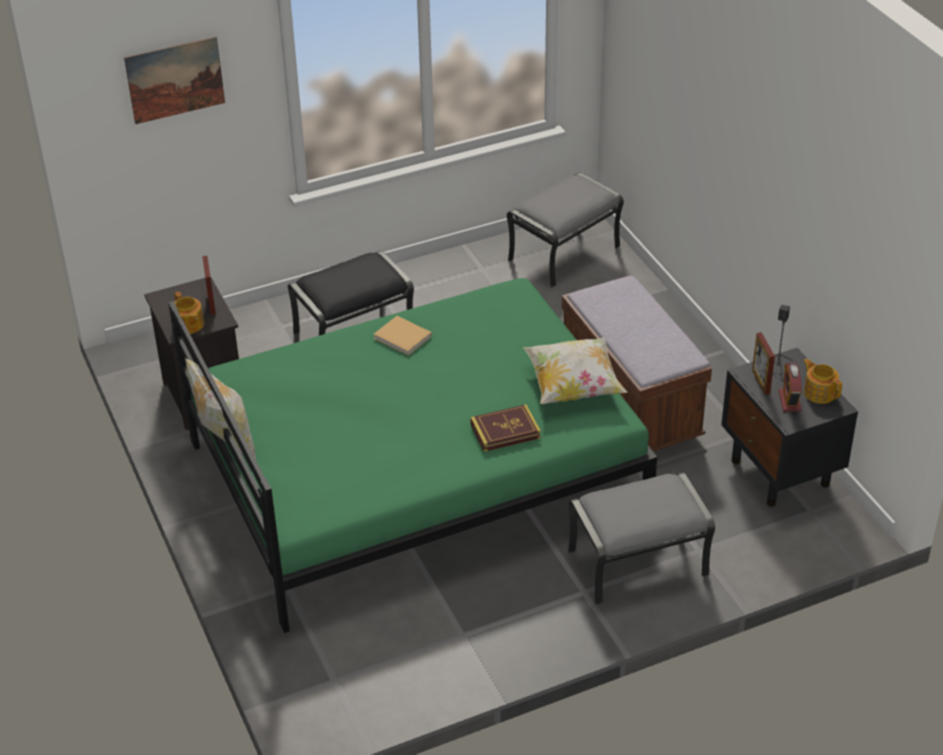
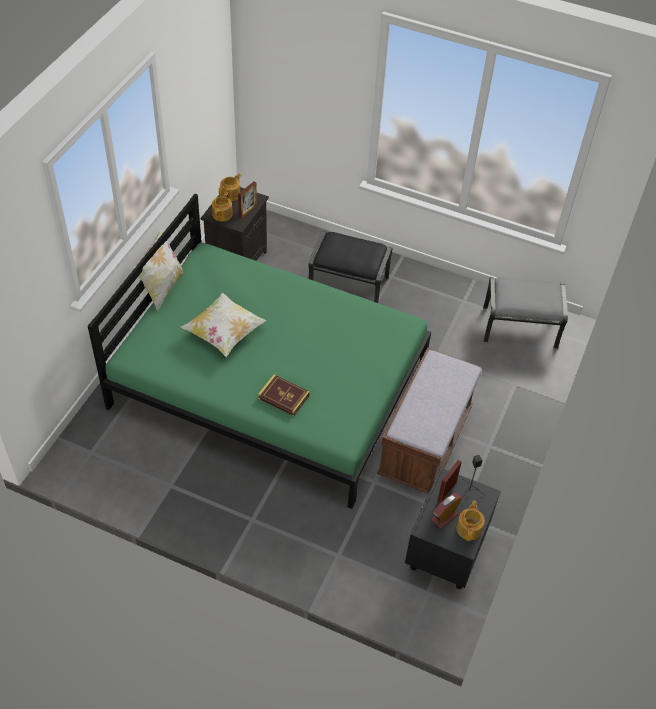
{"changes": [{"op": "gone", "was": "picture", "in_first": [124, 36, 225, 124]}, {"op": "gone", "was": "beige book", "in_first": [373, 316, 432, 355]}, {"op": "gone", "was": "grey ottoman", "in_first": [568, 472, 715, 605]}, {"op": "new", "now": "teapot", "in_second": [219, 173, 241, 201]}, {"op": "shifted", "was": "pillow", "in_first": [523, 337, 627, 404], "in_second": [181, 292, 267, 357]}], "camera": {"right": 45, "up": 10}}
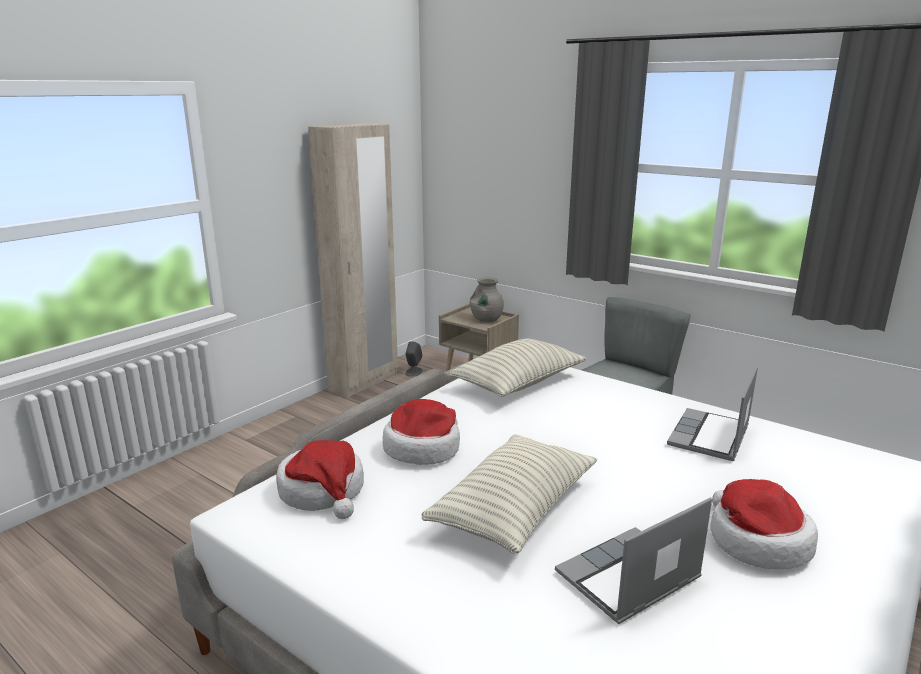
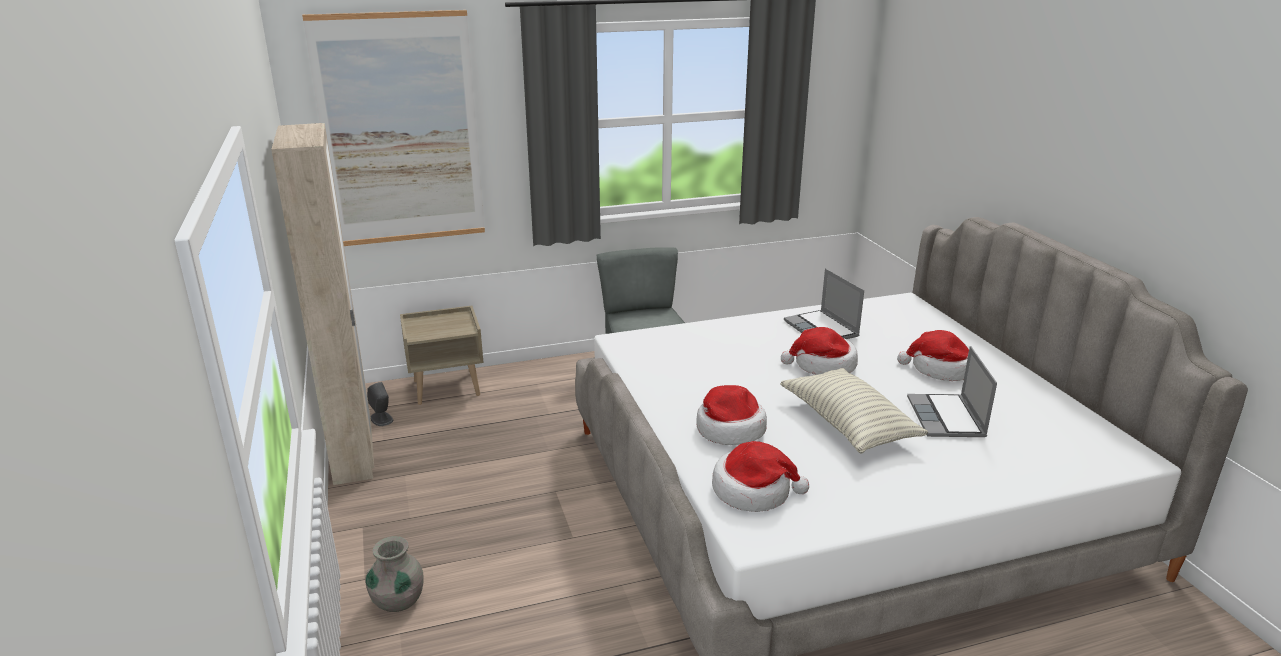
{"changes": [{"op": "gone", "was": "pillow", "in_first": [449, 339, 587, 397]}, {"op": "new", "now": "picture", "in_second": [302, 10, 485, 246]}, {"op": "new", "now": "hat", "in_second": [781, 327, 858, 375]}, {"op": "shifted", "was": "grey vase", "in_first": [470, 277, 504, 322], "in_second": [365, 536, 424, 612]}], "camera": {"right": -55, "up": 5}}
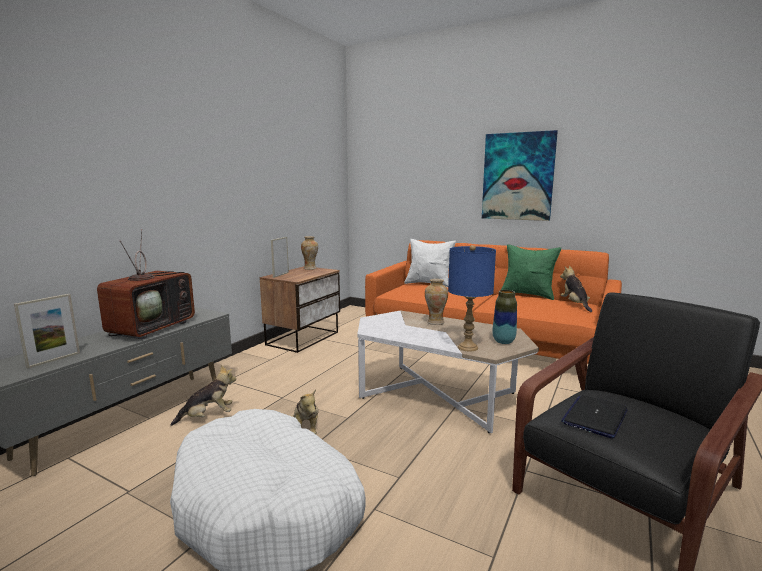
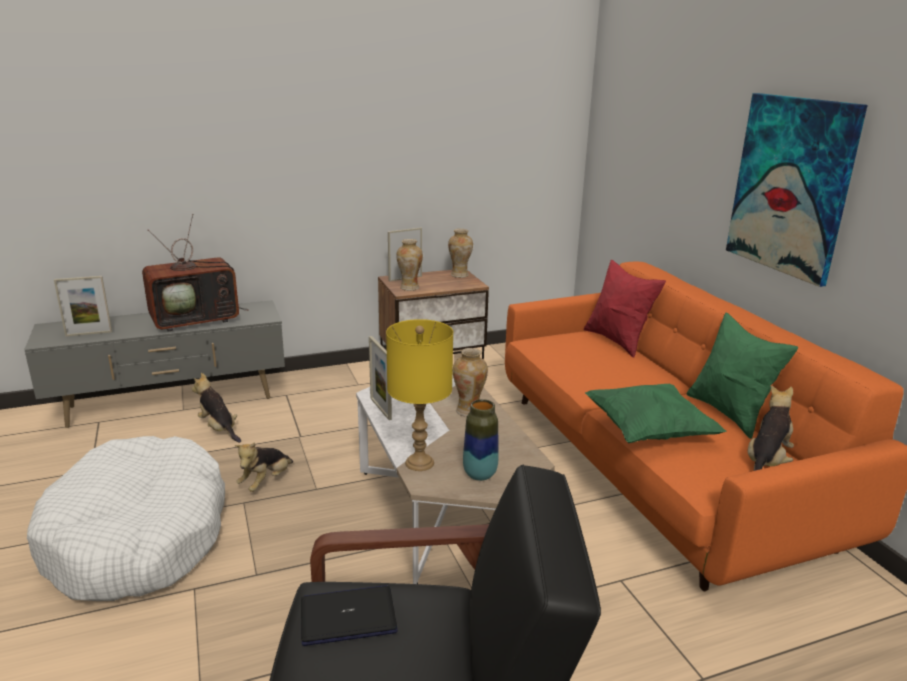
{"changes": [{"op": "new", "now": "picture frame", "in_second": [369, 336, 392, 420]}, {"op": "new", "now": "vase", "in_second": [396, 239, 423, 291]}, {"op": "new", "now": "green pillow", "in_second": [585, 384, 727, 443]}, {"op": "repainted", "was": "white pillow", "now": "red pillow", "in_first": [405, 239, 456, 287], "in_second": [584, 260, 666, 358]}, {"op": "repainted", "was": "blue table lamp", "now": "yellow table lamp", "in_first": [448, 245, 496, 351], "in_second": [386, 319, 453, 471]}, {"op": "rotated", "was": "plush toy", "in_first": [170, 365, 236, 426], "in_second": [192, 373, 241, 443], "clockwise": -150}], "camera": {"right": 40, "up": 10}}
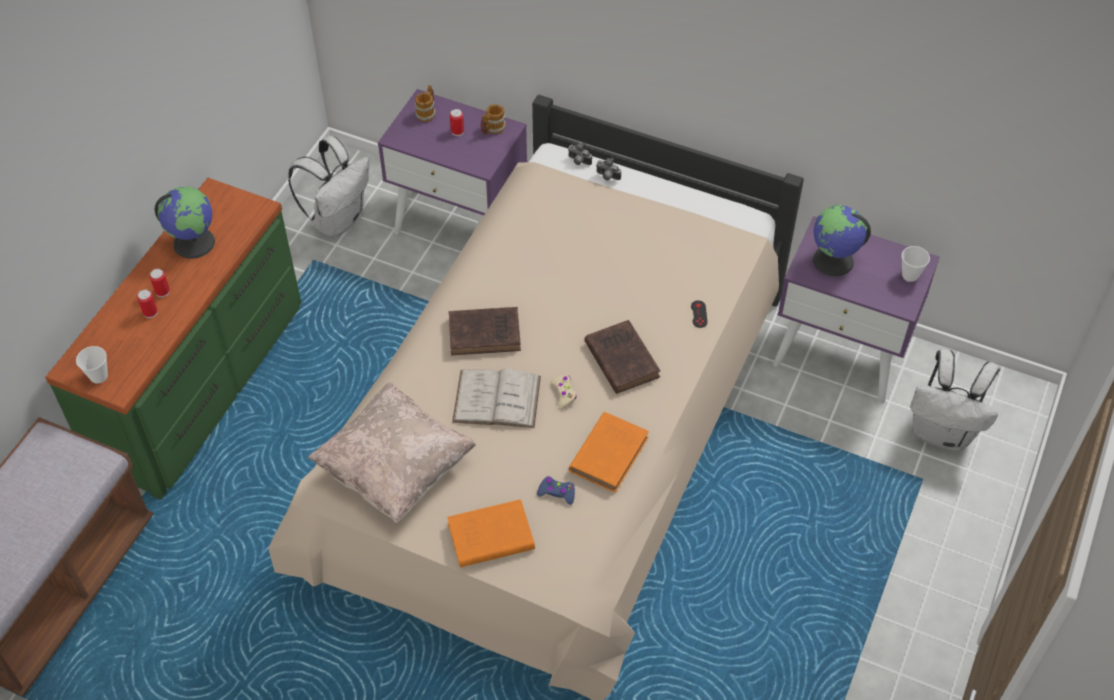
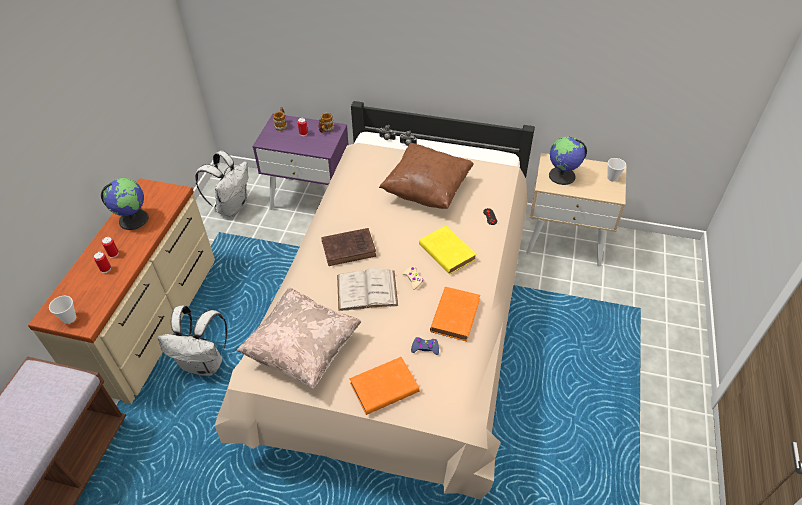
{"changes": [{"op": "new", "now": "brown pillow", "in_second": [379, 143, 474, 209]}, {"op": "shifted", "was": "white backpack", "in_first": [910, 349, 1000, 451], "in_second": [158, 306, 227, 376]}, {"op": "repainted", "was": "green dresser", "now": "beige dresser", "in_first": [45, 178, 301, 500], "in_second": [28, 178, 215, 404]}, {"op": "repainted", "was": "brown book", "now": "yellow book", "in_first": [585, 320, 660, 394], "in_second": [419, 226, 477, 274]}, {"op": "repainted", "was": "purple nightstand", "now": "beige nightstand", "in_first": [773, 216, 940, 404], "in_second": [526, 153, 626, 267]}], "camera": {"right": -10, "up": -5}}
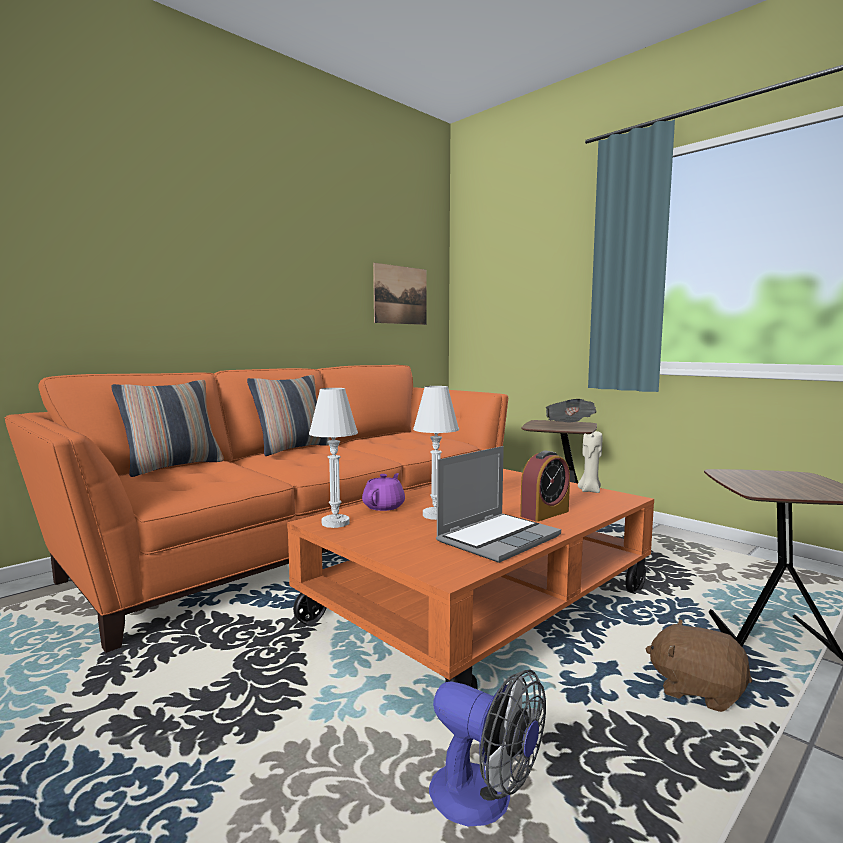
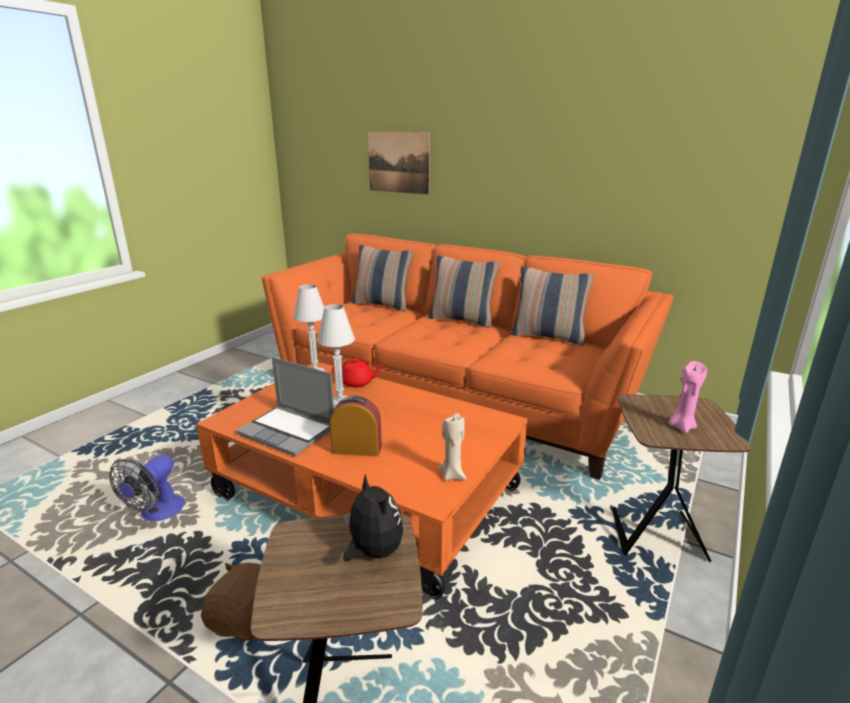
{"changes": [{"op": "new", "now": "plush toy", "in_second": [343, 473, 403, 562]}, {"op": "new", "now": "pillow", "in_second": [511, 267, 595, 346]}, {"op": "shifted", "was": "picture", "in_first": [373, 263, 426, 325], "in_second": [368, 131, 430, 195]}, {"op": "swapped", "was": "newspaper", "now": "pink candle", "in_first": [546, 399, 597, 422], "in_second": [669, 361, 707, 433]}, {"op": "repainted", "was": "purple teapot", "now": "red teapot", "in_first": [362, 473, 405, 511], "in_second": [332, 358, 384, 387]}, {"op": "rotated", "was": "alarm clock", "in_first": [520, 451, 570, 522], "in_second": [330, 396, 382, 456], "clockwise": 150}], "camera": {"right": 75, "up": 15}}
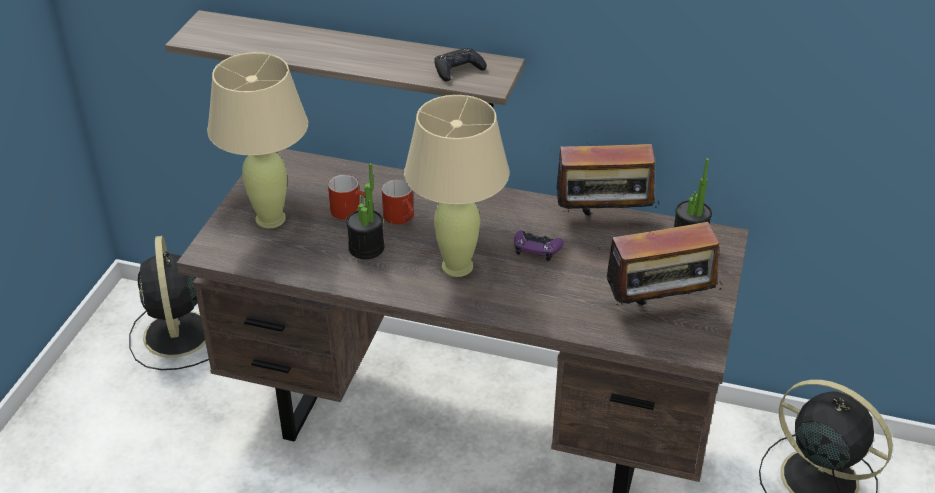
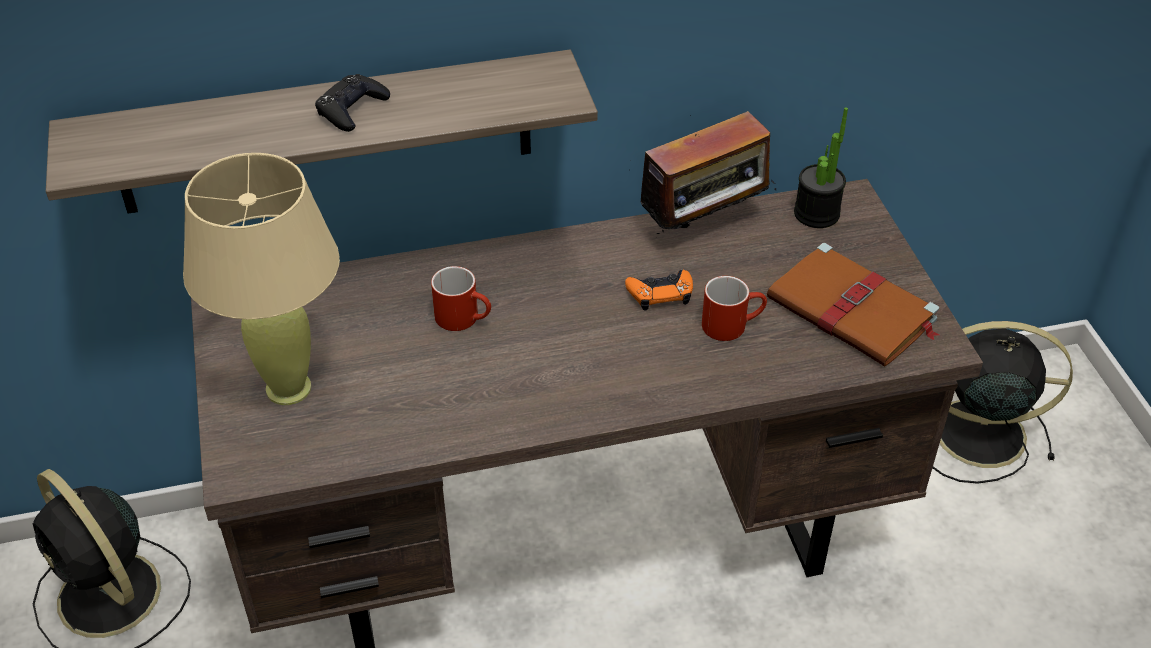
{"changes": [{"op": "gone", "was": "potted plant", "in_first": [346, 163, 385, 259]}, {"op": "gone", "was": "beige table lamp", "in_first": [404, 95, 510, 277]}, {"op": "shifted", "was": "red mug", "in_first": [328, 175, 366, 220], "in_second": [702, 276, 767, 341]}, {"op": "shifted", "was": "black game controller", "in_first": [434, 48, 487, 81], "in_second": [315, 74, 390, 132]}, {"op": "swapped", "was": "radio", "now": "brown book", "in_first": [599, 222, 722, 313], "in_second": [767, 243, 939, 367]}, {"op": "repainted", "was": "purple game controller", "now": "orange game controller", "in_first": [514, 230, 564, 261], "in_second": [625, 269, 693, 310]}], "camera": {"right": -30, "up": 5}}
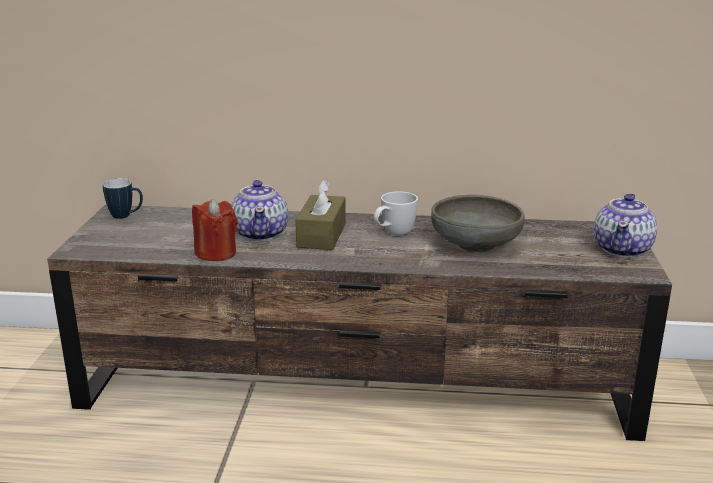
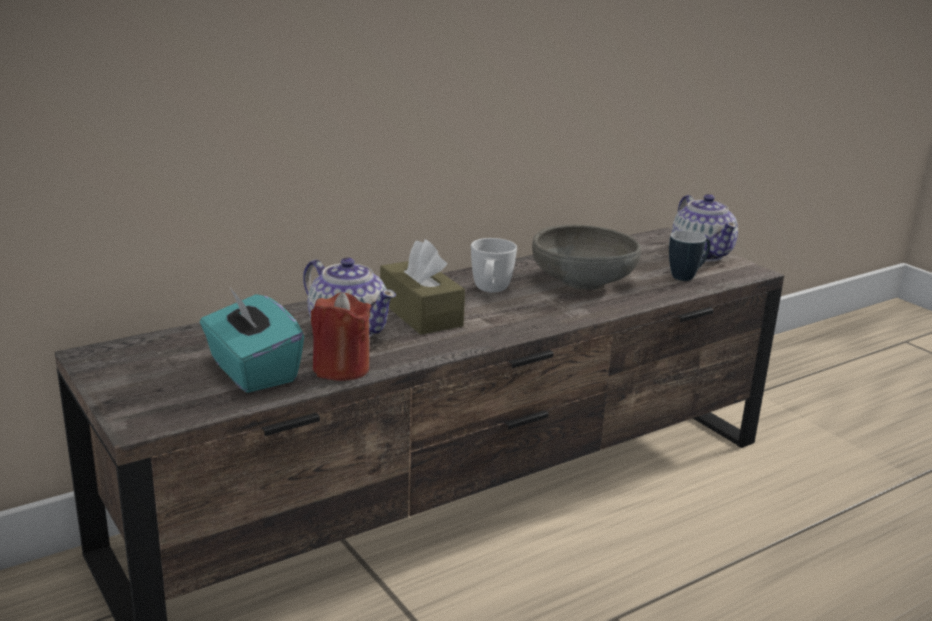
{"changes": [{"op": "new", "now": "turquoise tissue box", "in_second": [200, 288, 304, 393]}, {"op": "shifted", "was": "mug", "in_first": [102, 178, 143, 219], "in_second": [669, 231, 710, 281]}], "camera": {"right": -40, "up": 0}}
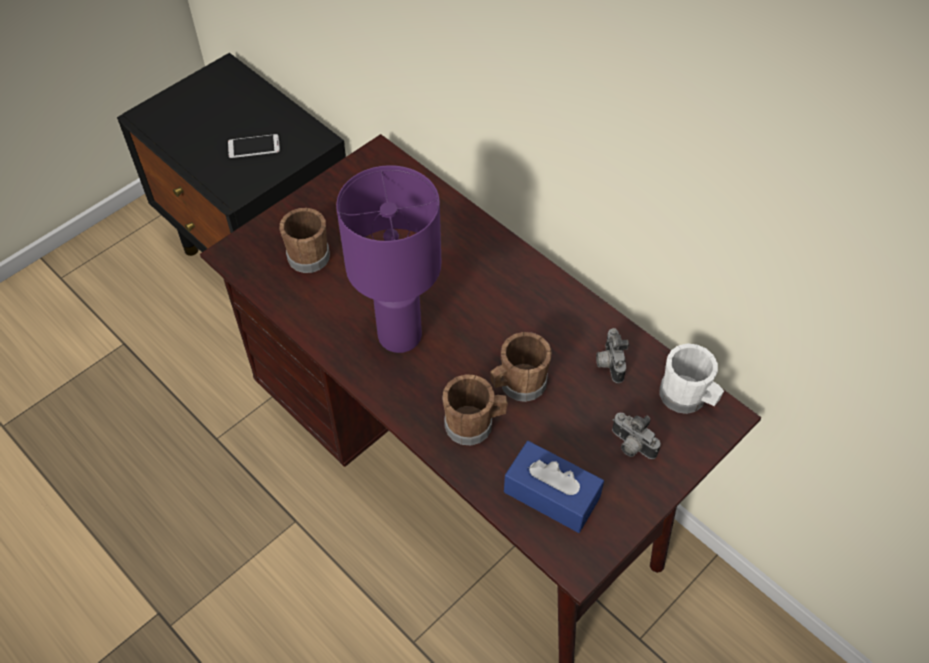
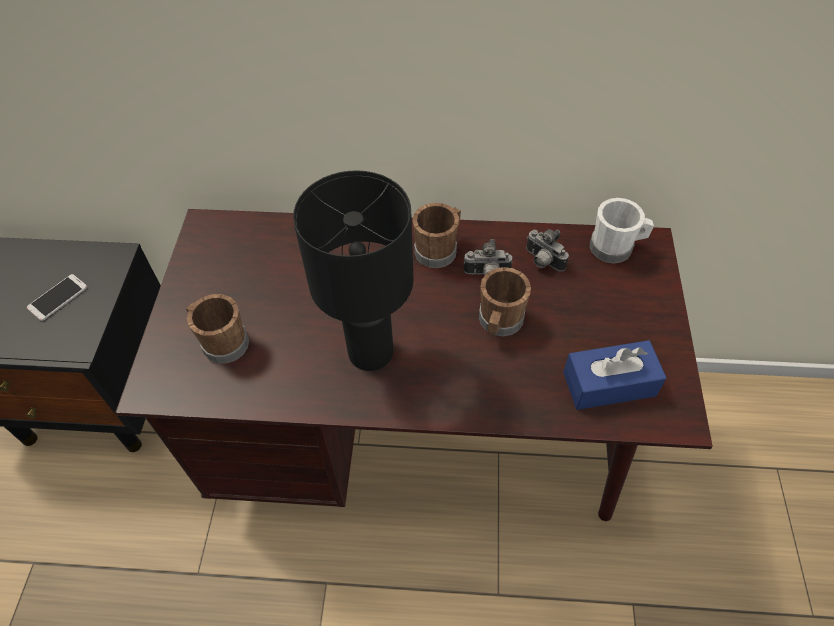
{"changes": [{"op": "shifted", "was": "brown mug", "in_first": [442, 374, 508, 445], "in_second": [412, 203, 461, 268]}, {"op": "shifted", "was": "photo camera", "in_first": [612, 413, 661, 459], "in_second": [463, 239, 513, 276]}, {"op": "repainted", "was": "purple table lamp", "now": "black table lamp", "in_first": [336, 165, 441, 353], "in_second": [293, 170, 414, 371]}], "camera": {"right": -40, "up": 0}}
